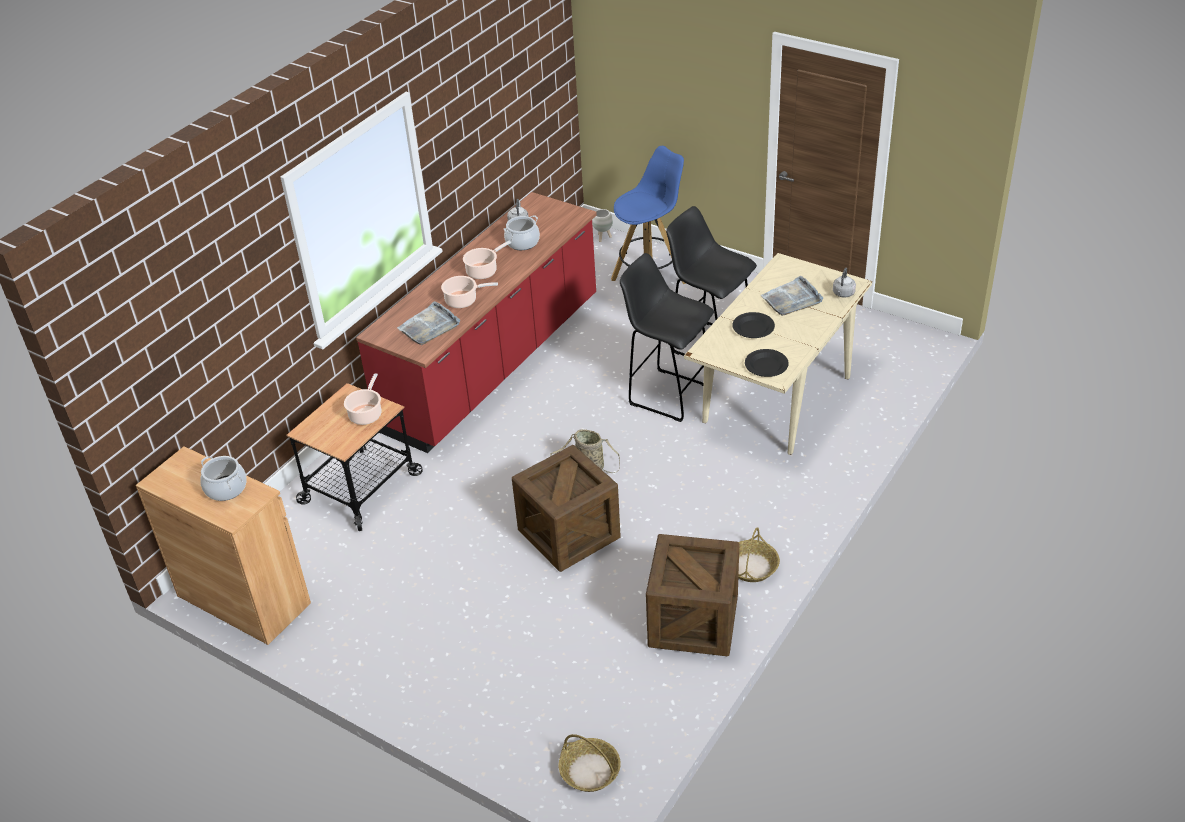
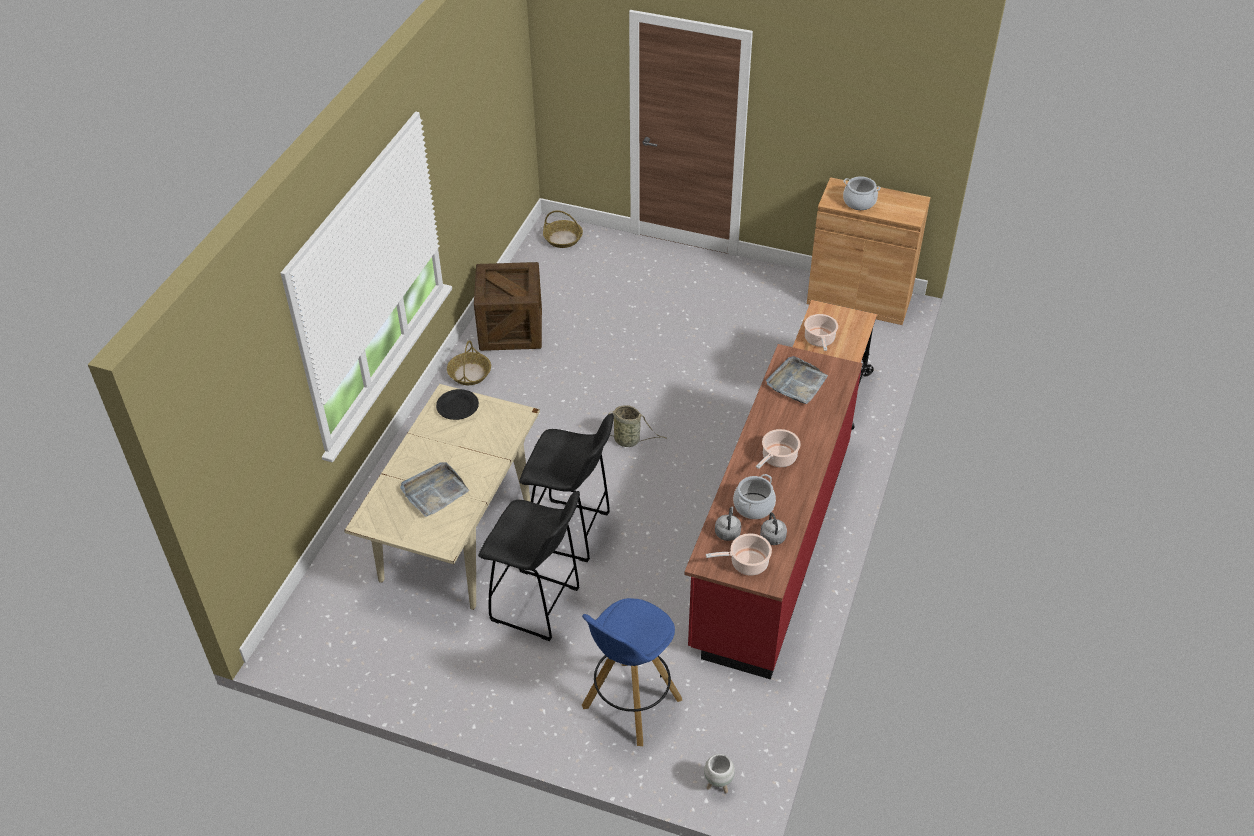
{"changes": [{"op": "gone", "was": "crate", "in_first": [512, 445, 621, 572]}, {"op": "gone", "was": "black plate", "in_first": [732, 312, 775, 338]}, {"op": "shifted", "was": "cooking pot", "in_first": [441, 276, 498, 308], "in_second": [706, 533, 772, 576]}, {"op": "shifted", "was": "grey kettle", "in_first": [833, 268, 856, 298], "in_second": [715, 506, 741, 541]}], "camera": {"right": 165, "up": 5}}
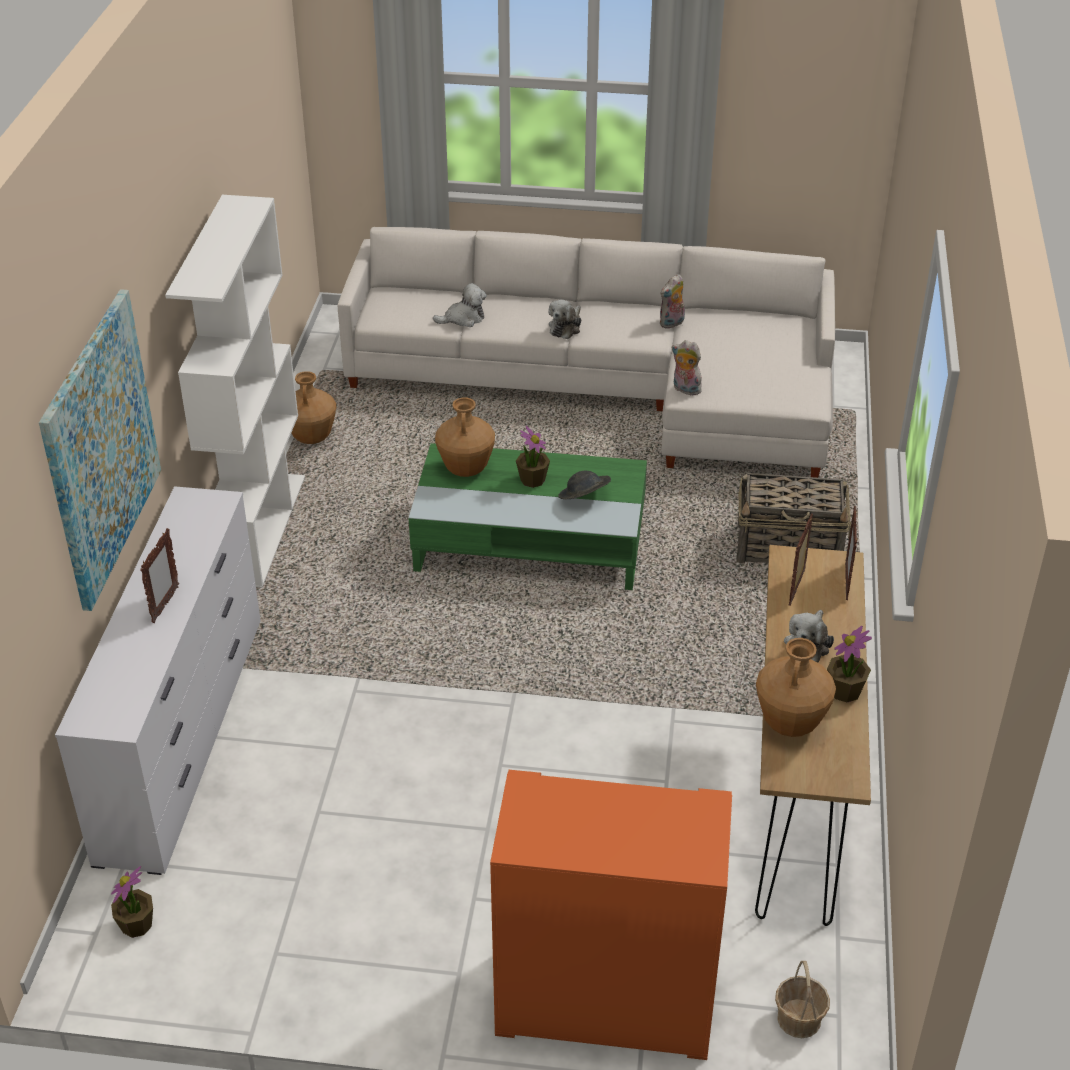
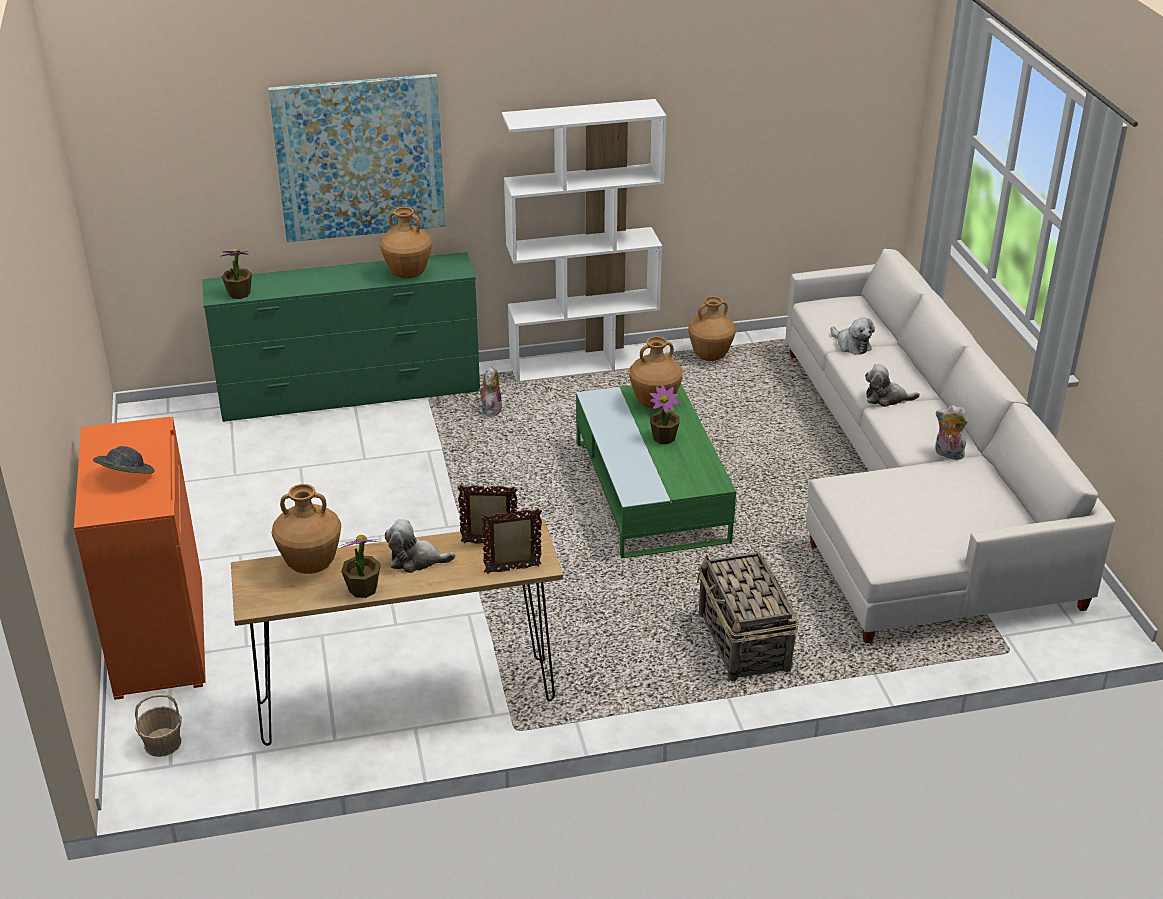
{"changes": [{"op": "gone", "was": "picture frame", "in_first": [140, 528, 179, 623]}, {"op": "new", "now": "brown vase", "in_second": [380, 207, 432, 279]}, {"op": "shifted", "was": "potted plant", "in_first": [111, 866, 153, 938], "in_second": [220, 248, 252, 299]}, {"op": "shifted", "was": "grey hat", "in_first": [558, 471, 611, 499], "in_second": [93, 446, 155, 474]}, {"op": "shifted", "was": "plush toy", "in_first": [671, 340, 702, 395], "in_second": [479, 366, 502, 417]}, {"op": "repainted", "was": "white dresser", "now": "green dresser", "in_first": [55, 486, 261, 875], "in_second": [202, 252, 480, 422]}], "camera": {"right": 70, "up": -5}}
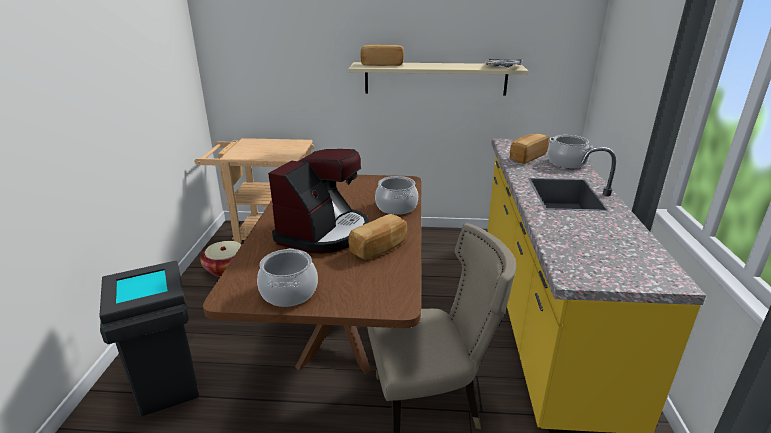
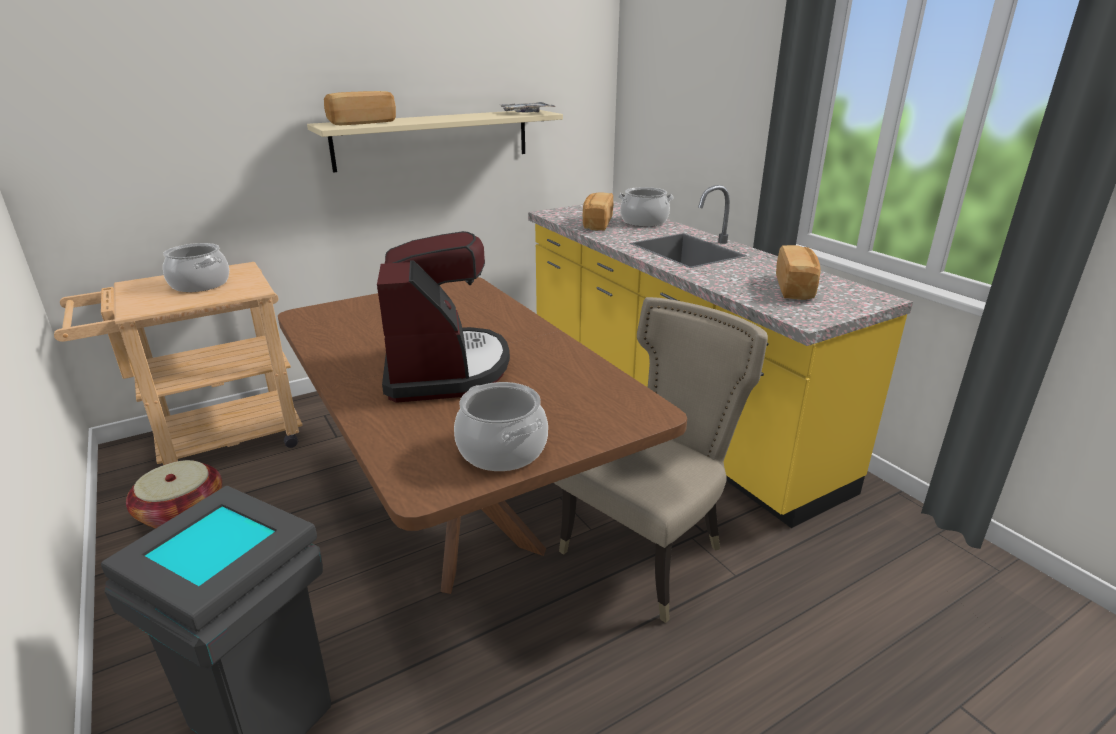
{"changes": [{"op": "shifted", "was": "bread", "in_first": [348, 214, 407, 260], "in_second": [776, 245, 821, 300]}, {"op": "shifted", "was": "cooking pot", "in_first": [375, 176, 418, 215], "in_second": [163, 243, 229, 292]}], "camera": {"right": -35, "up": 0}}
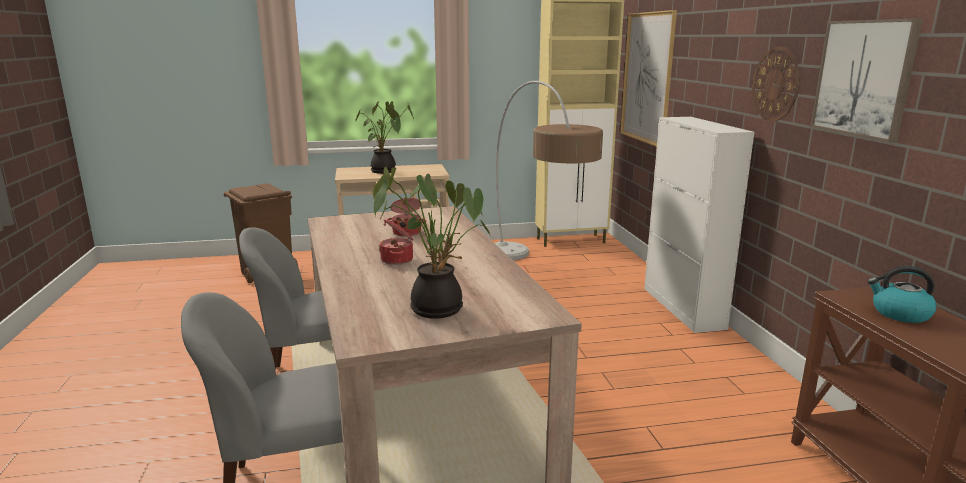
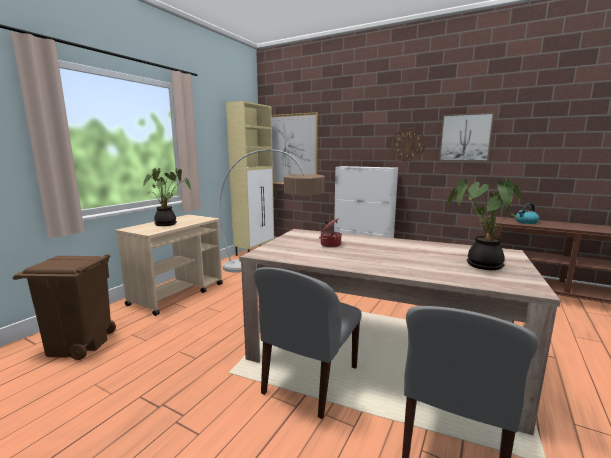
{"changes": [{"op": "gone", "was": "cooking pot", "in_first": [379, 219, 413, 265]}], "camera": {"right": -50, "up": -5}}
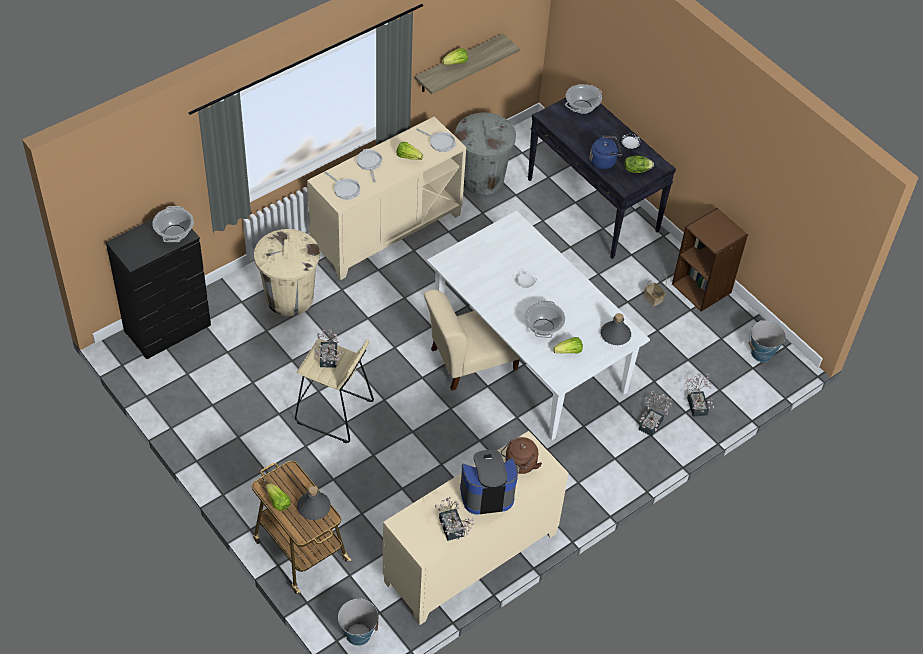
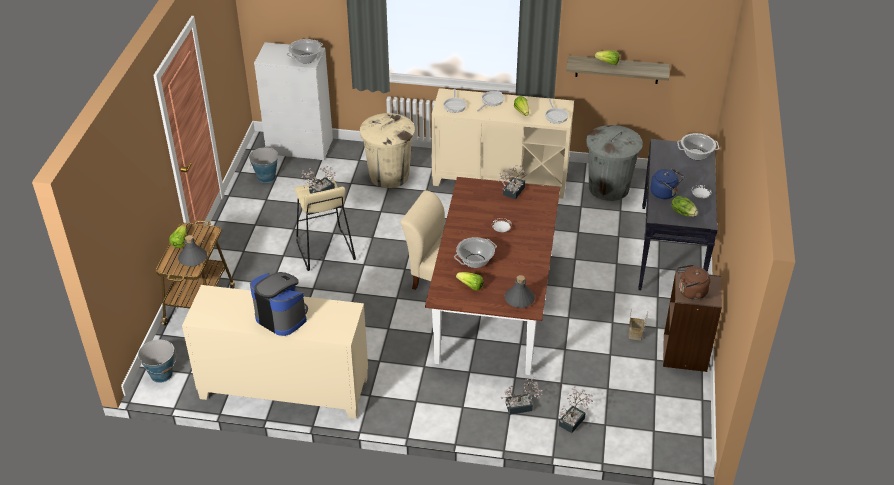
{"changes": [{"op": "shifted", "was": "potted plant", "in_first": [435, 497, 474, 541], "in_second": [499, 165, 526, 199]}, {"op": "shifted", "was": "brown kettle", "in_first": [501, 437, 542, 474], "in_second": [677, 264, 710, 300]}, {"op": "shifted", "was": "bucket", "in_first": [749, 320, 786, 362], "in_second": [249, 147, 278, 183]}, {"op": "repainted", "was": "black dresser", "now": "white dresser", "in_first": [106, 218, 211, 359], "in_second": [254, 42, 333, 160]}, {"op": "repainted", "was": "white dining table", "now": "brown dining table", "in_first": [427, 211, 650, 441], "in_second": [425, 177, 560, 375]}], "camera": {"right": 50, "up": -10}}
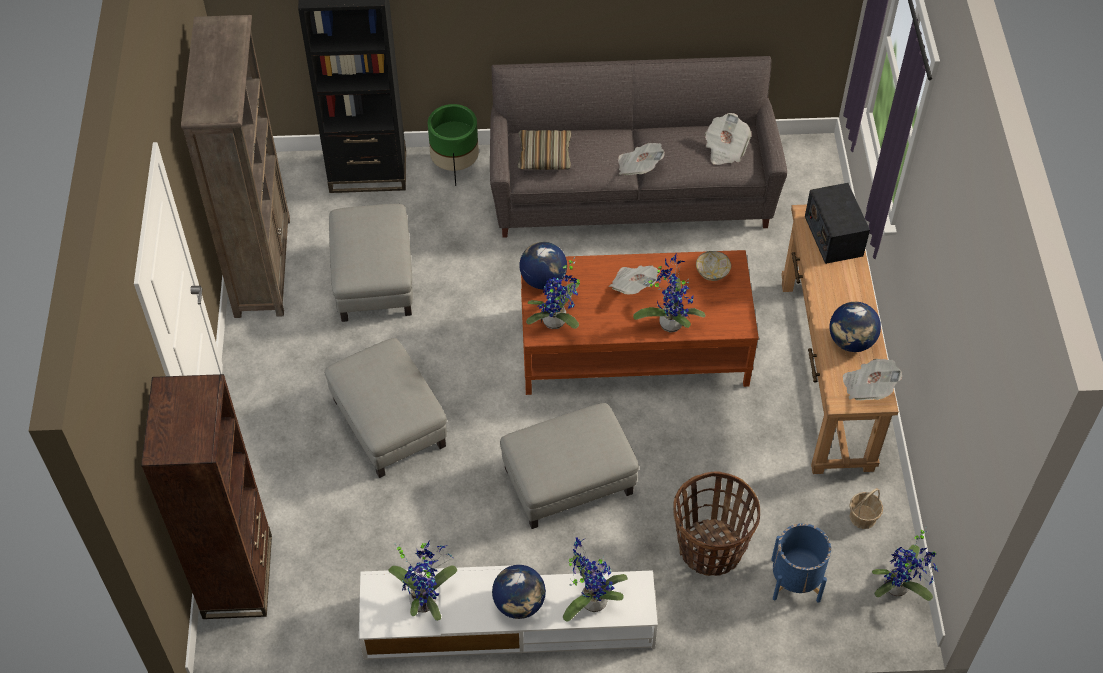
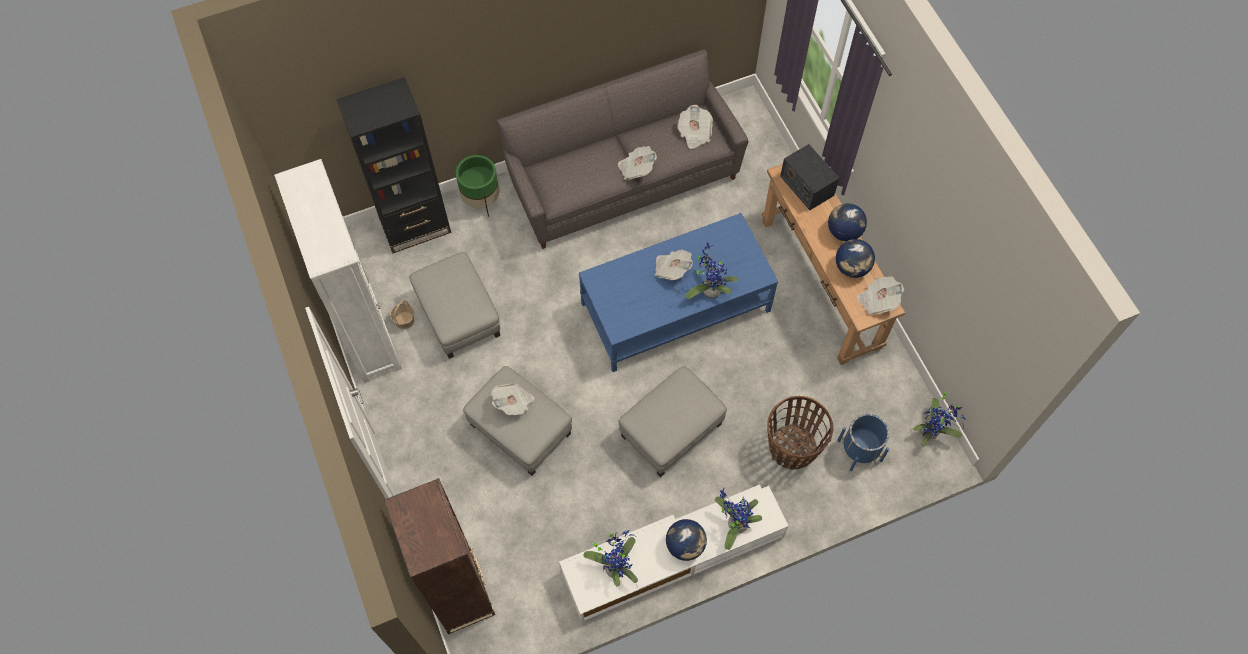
{"changes": [{"op": "gone", "was": "pillow", "in_first": [518, 130, 572, 170]}, {"op": "gone", "was": "potted plant", "in_first": [526, 257, 580, 329]}, {"op": "gone", "was": "bowl", "in_first": [696, 251, 731, 281]}, {"op": "new", "now": "newspaper", "in_second": [491, 383, 535, 415]}, {"op": "shifted", "was": "globe", "in_first": [519, 242, 567, 289], "in_second": [828, 203, 867, 241]}, {"op": "shifted", "was": "basket", "in_first": [849, 488, 883, 529], "in_second": [390, 299, 414, 330]}, {"op": "repainted", "was": "brown bookcase", "now": "white bookcase", "in_first": [181, 15, 290, 318], "in_second": [274, 159, 402, 383]}, {"op": "repainted", "was": "brown coffee table", "now": "blue coffee table", "in_first": [520, 250, 759, 395], "in_second": [579, 213, 778, 372]}], "camera": {"right": -20, "up": 10}}
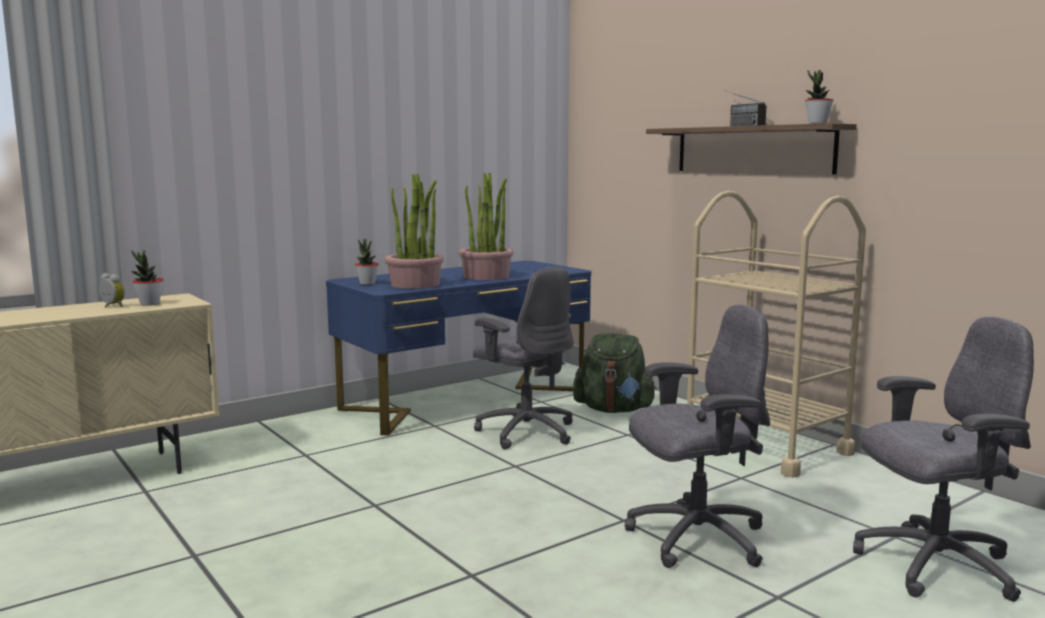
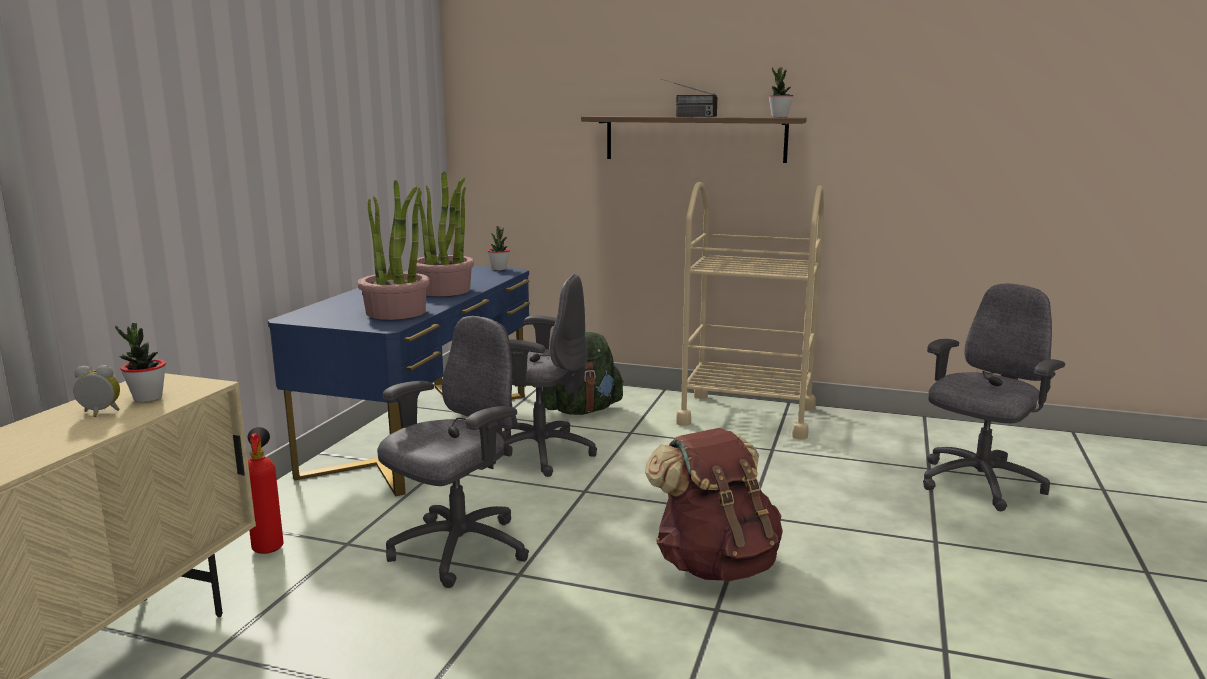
{"changes": [{"op": "new", "now": "fire extinguisher", "in_second": [248, 427, 284, 554]}, {"op": "new", "now": "brown backpack", "in_second": [645, 428, 783, 582]}, {"op": "shifted", "was": "potted plant", "in_first": [355, 239, 379, 285], "in_second": [487, 226, 510, 271]}, {"op": "shifted", "was": "grey office chair", "in_first": [625, 305, 770, 568], "in_second": [377, 316, 529, 588]}], "camera": {"right": -35, "up": 5}}
